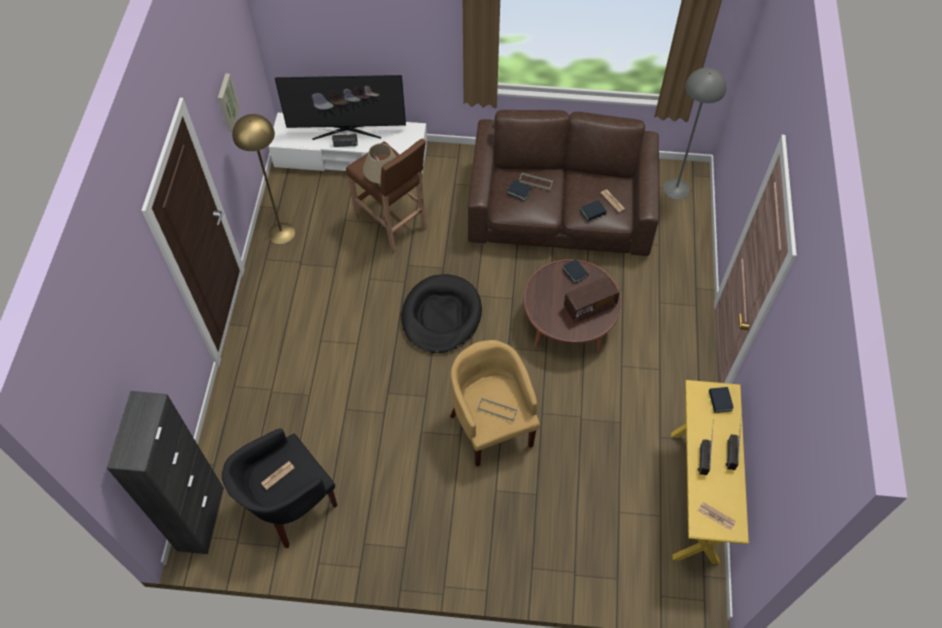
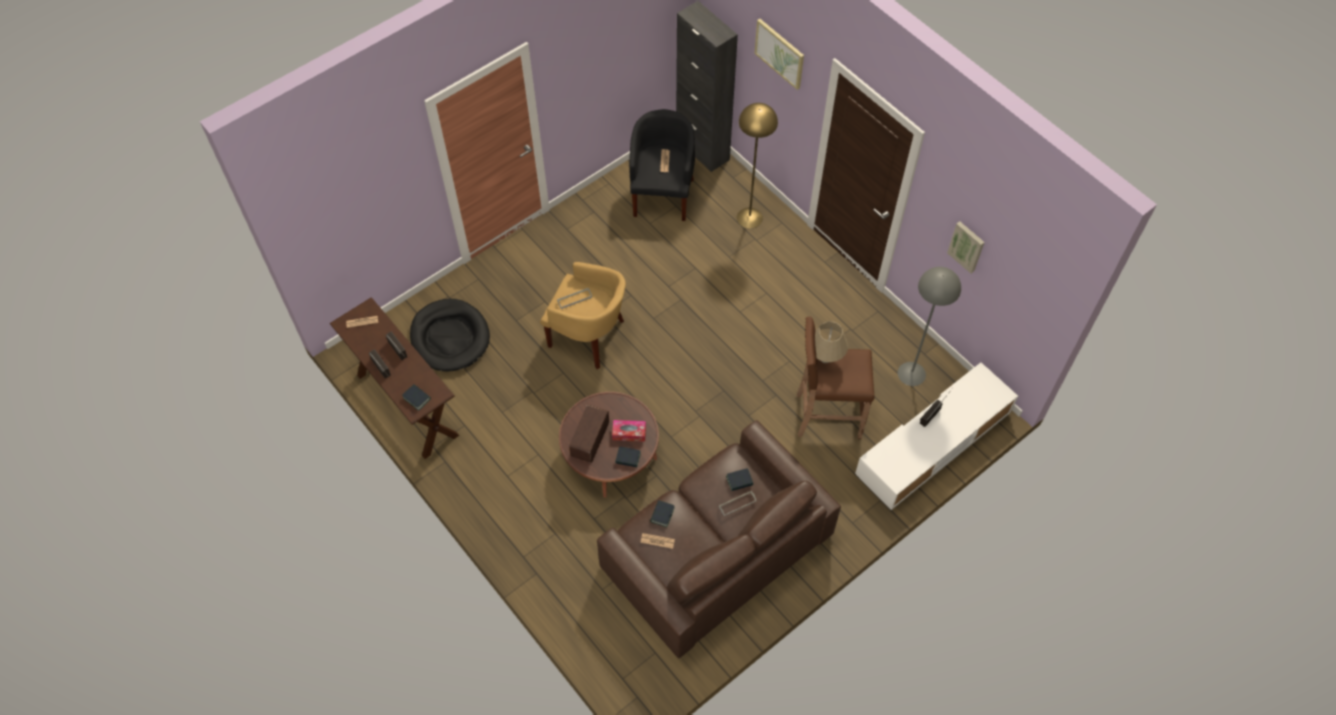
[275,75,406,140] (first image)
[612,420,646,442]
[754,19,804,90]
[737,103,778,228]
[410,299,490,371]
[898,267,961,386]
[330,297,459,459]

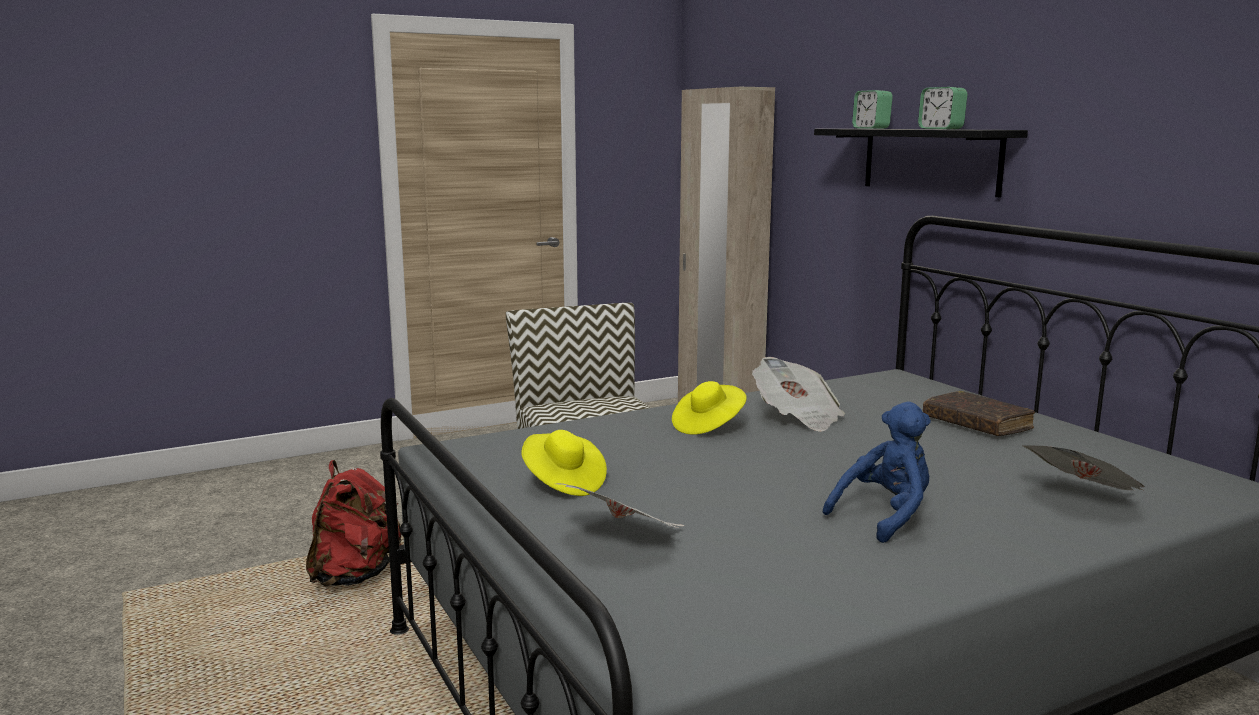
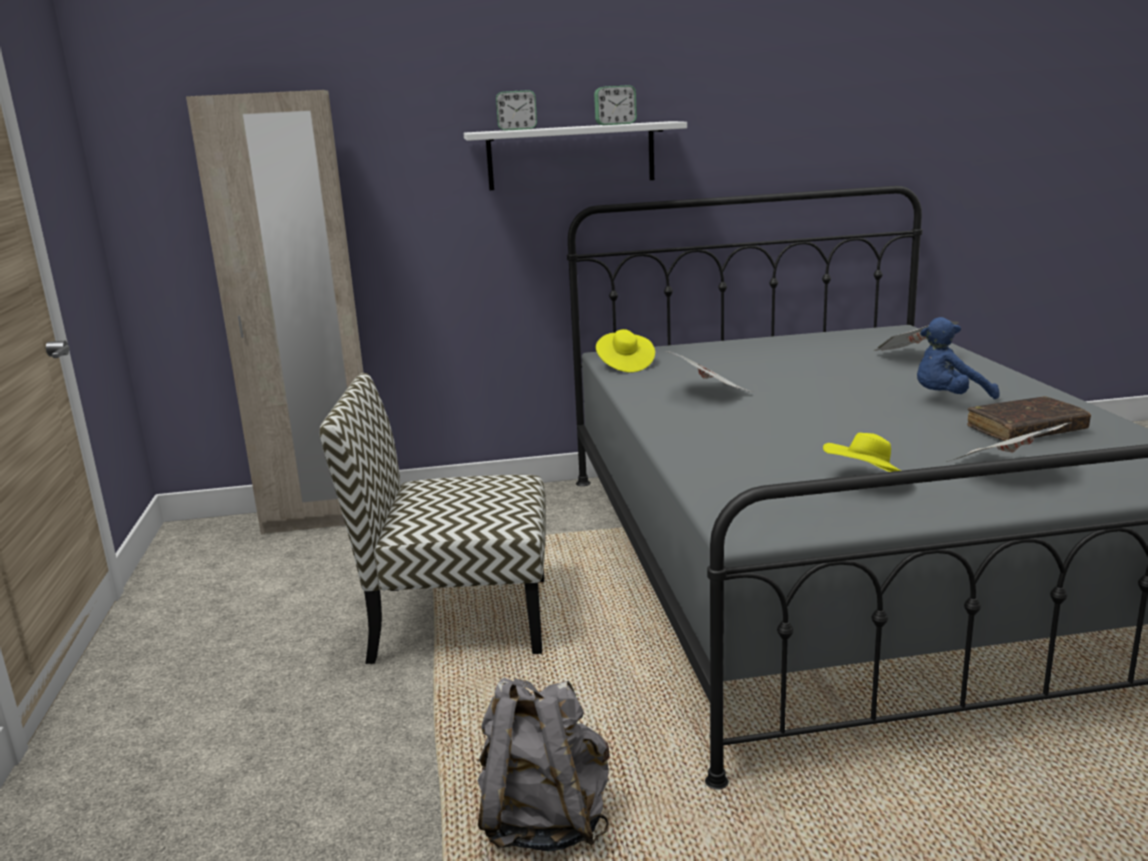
[596,329,655,373]
[967,396,1091,441]
[478,678,610,851]
[464,121,687,190]
[917,317,1000,399]

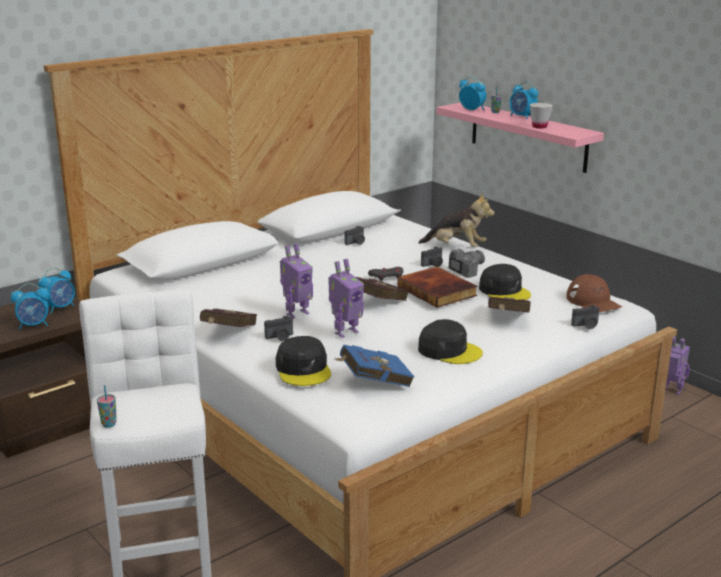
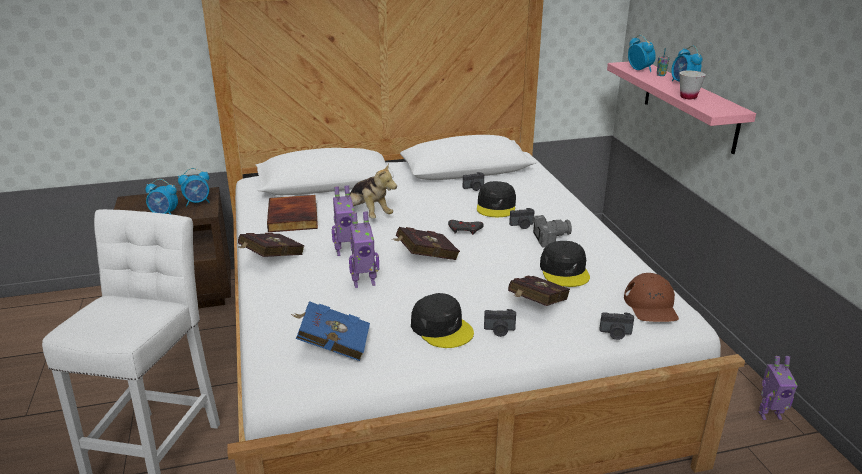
[97,385,117,428] (first image)
[484,309,516,337]
[477,181,516,217]
[267,195,318,232]
[350,163,397,219]
[759,356,798,420]

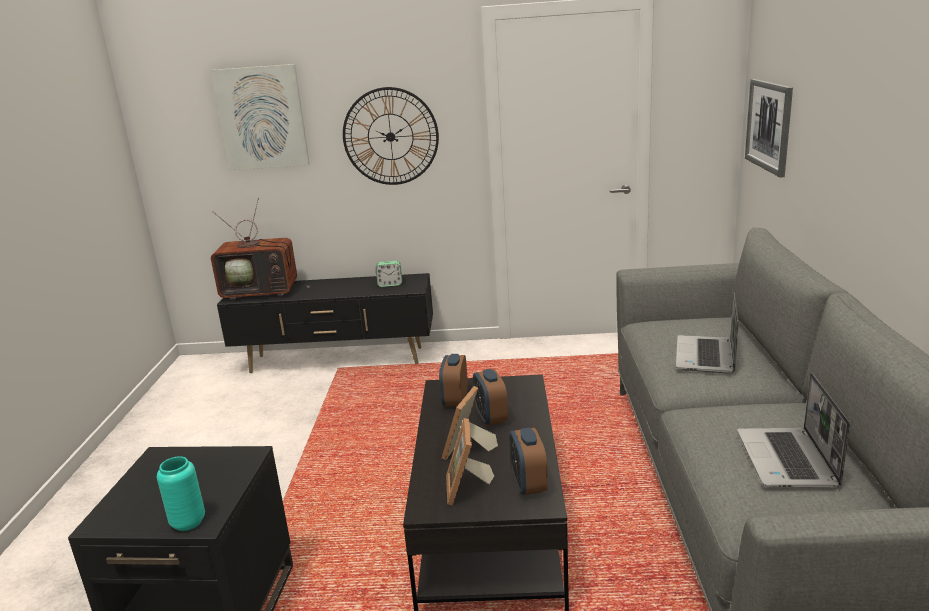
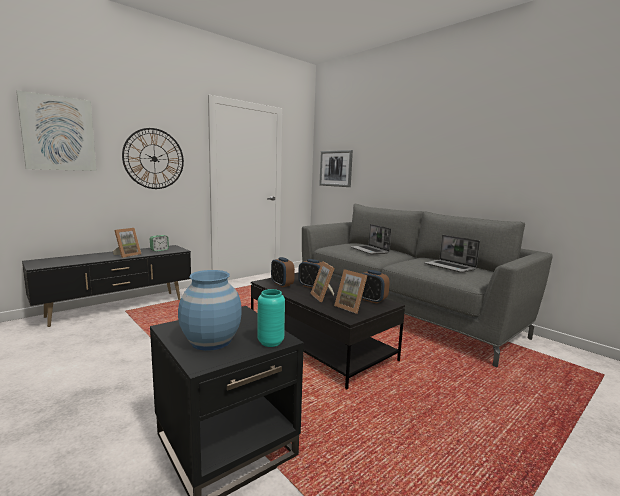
[211,198,310,300] (first image)
[113,228,141,258]
[178,270,242,351]

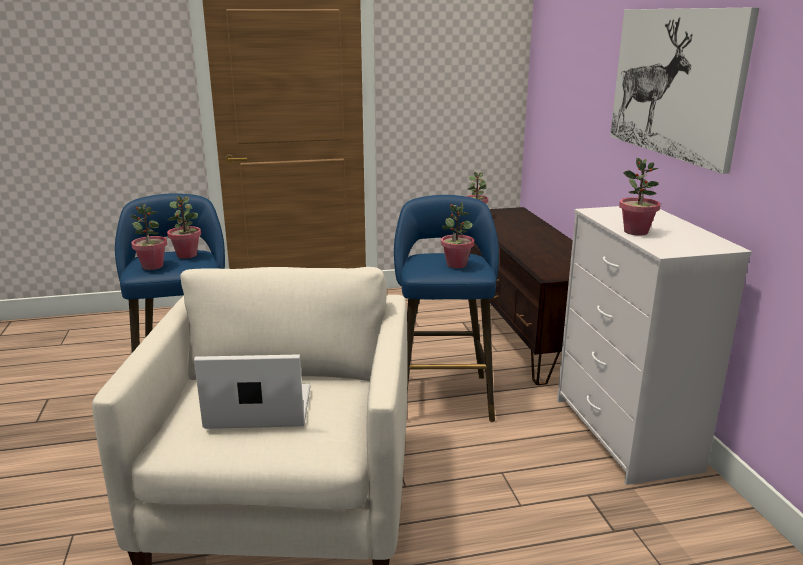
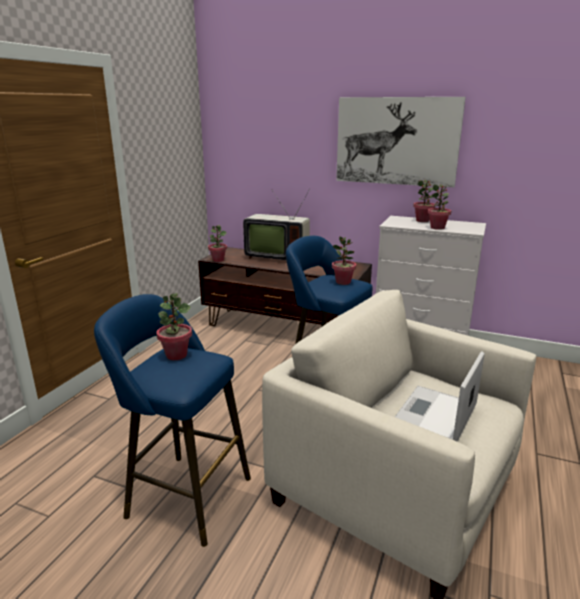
[243,189,310,260]
[413,180,435,222]

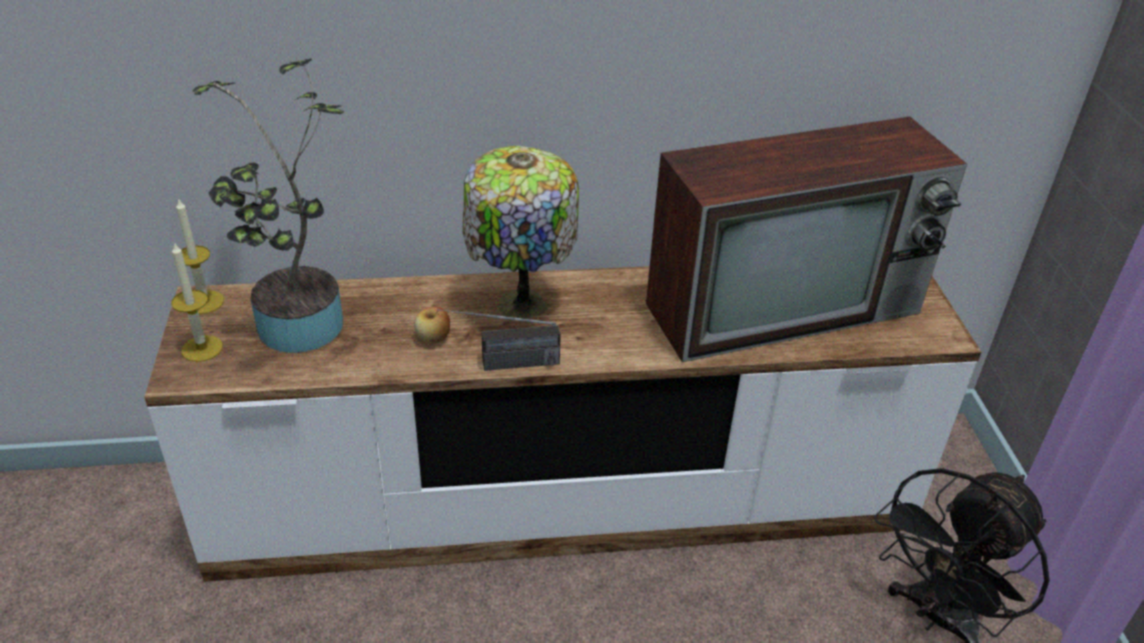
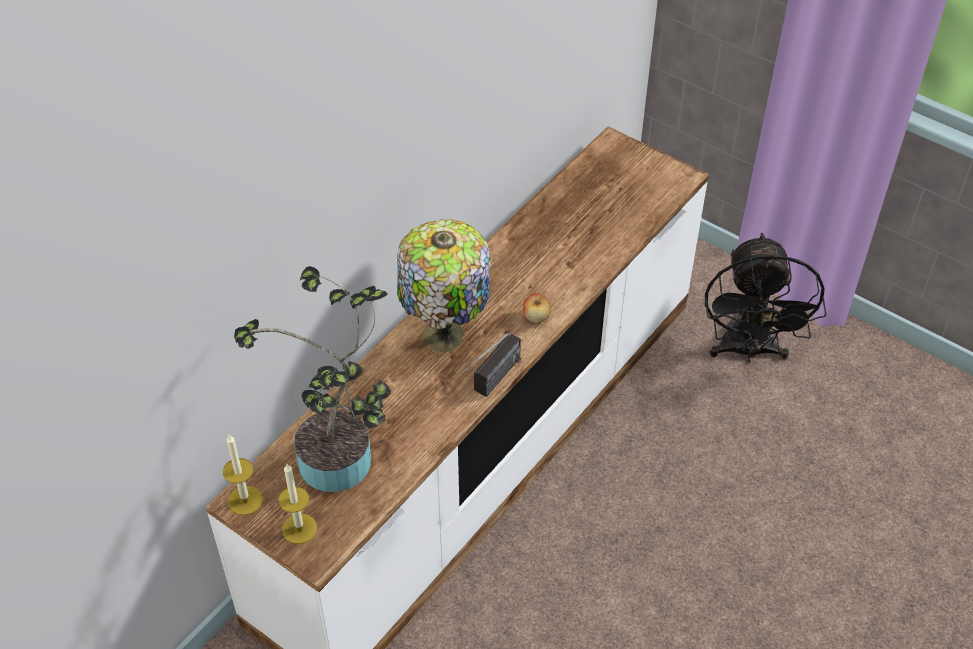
[646,117,967,362] (first image)
[523,293,551,323]

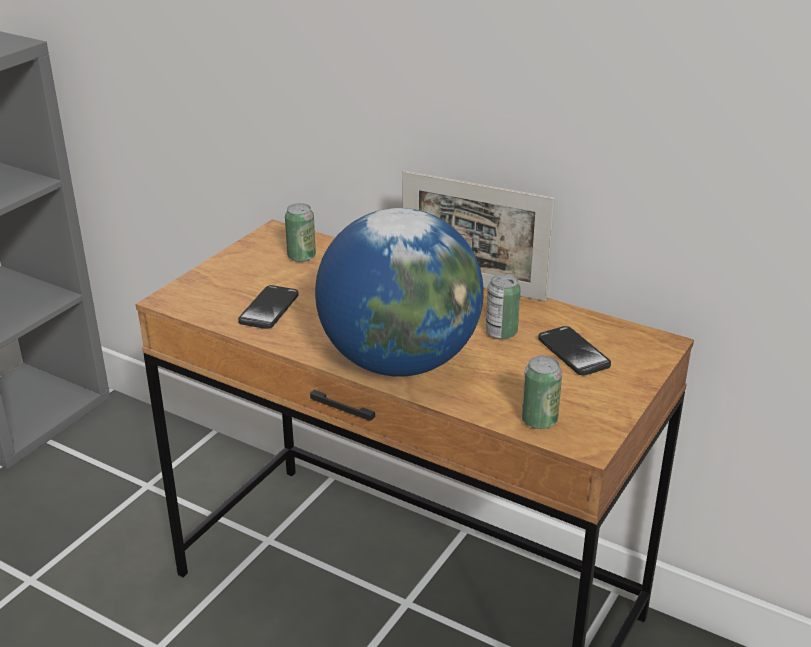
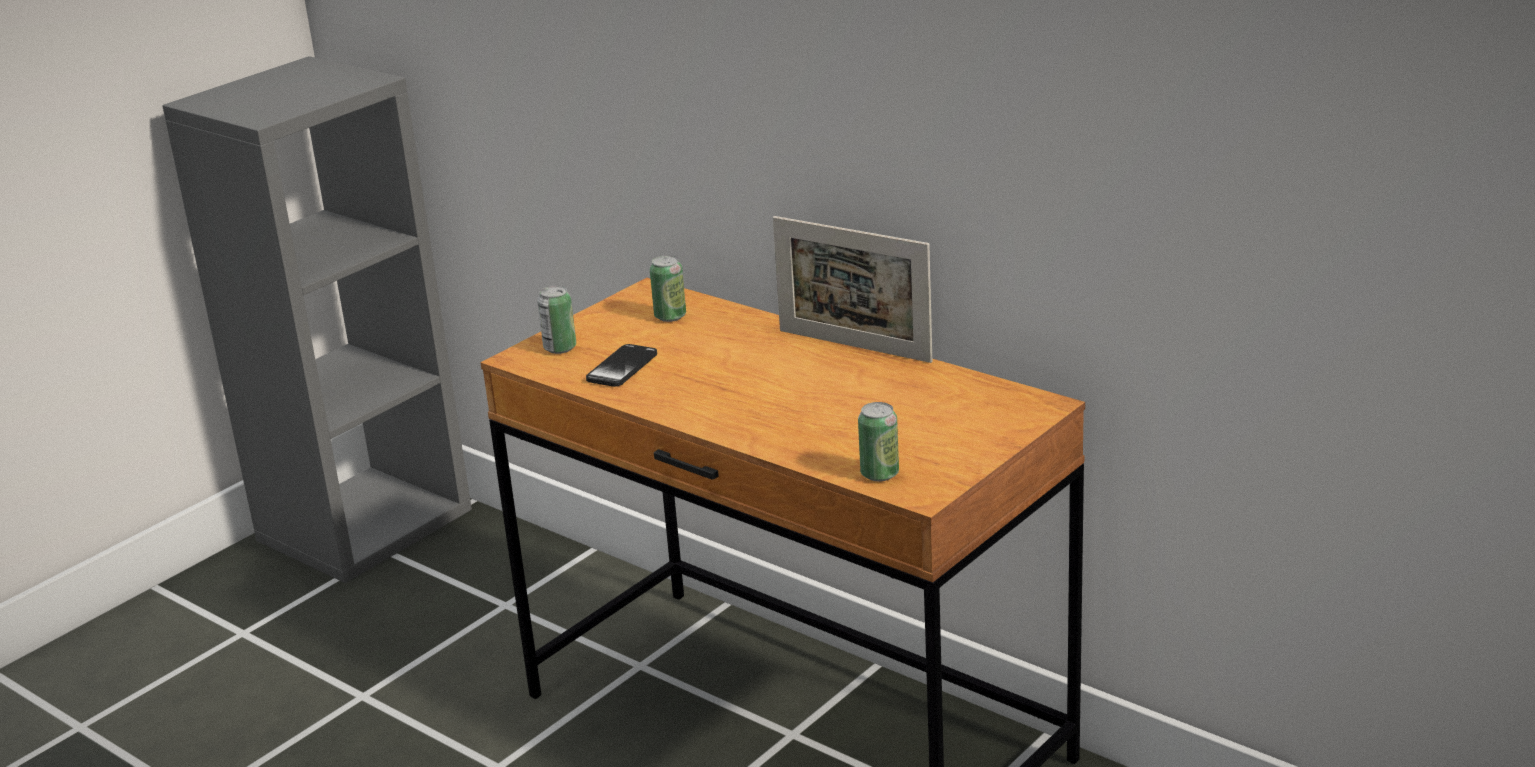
[315,208,484,377] (first image)
[538,326,611,375] (first image)
[537,285,576,354]

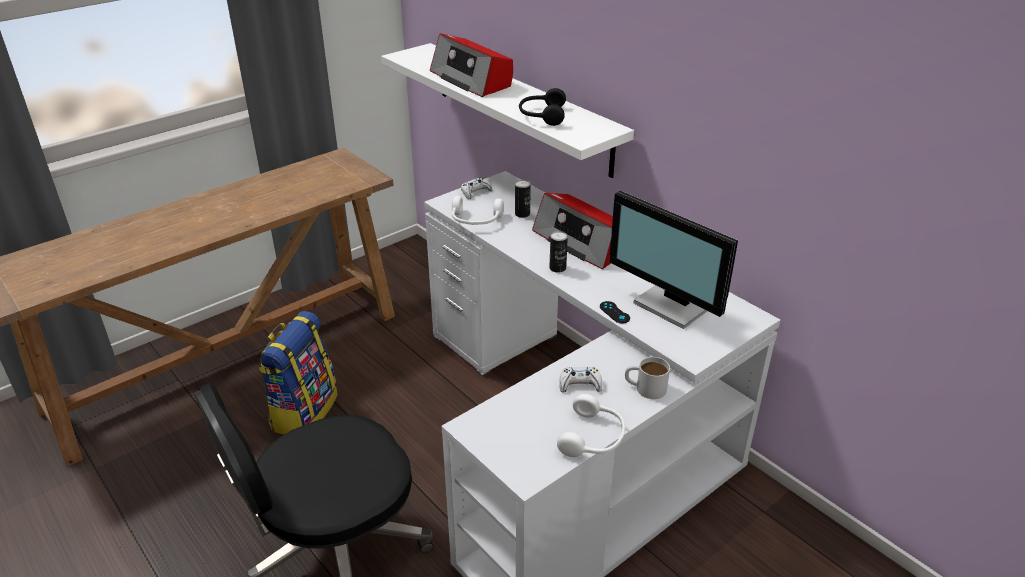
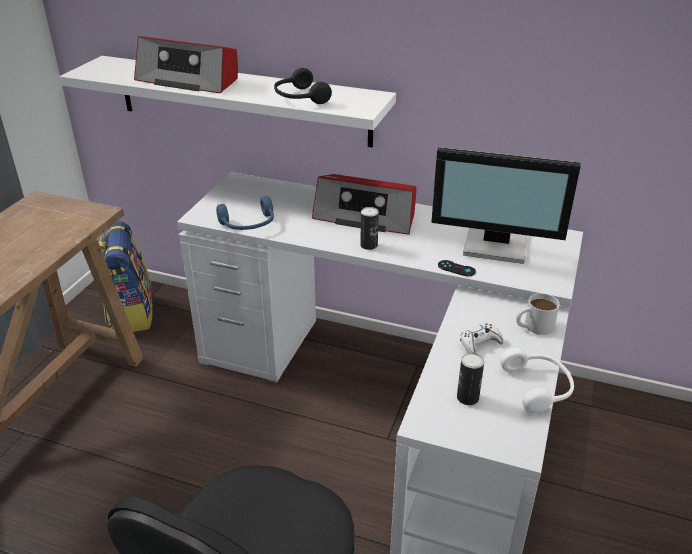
[461,178,492,199] (first image)
[99,222,153,332]
[457,353,484,405]
[216,196,274,230]

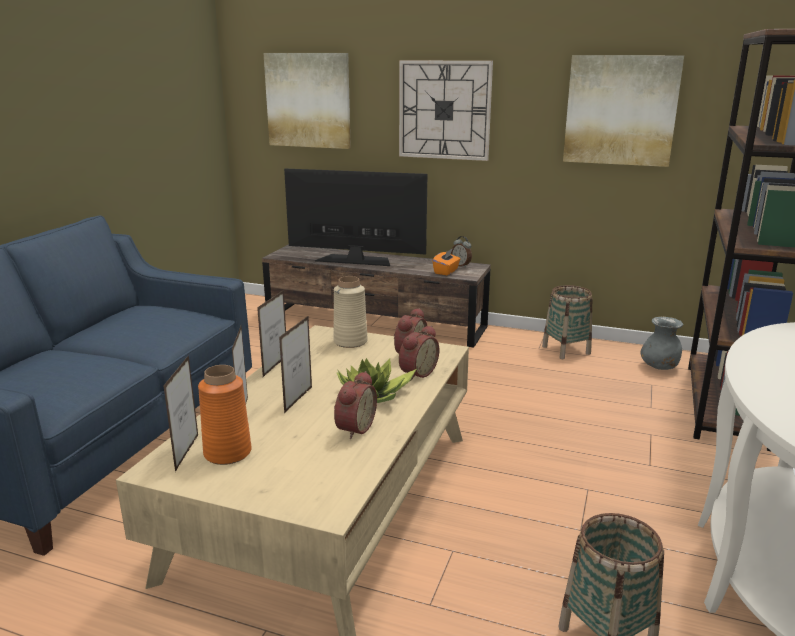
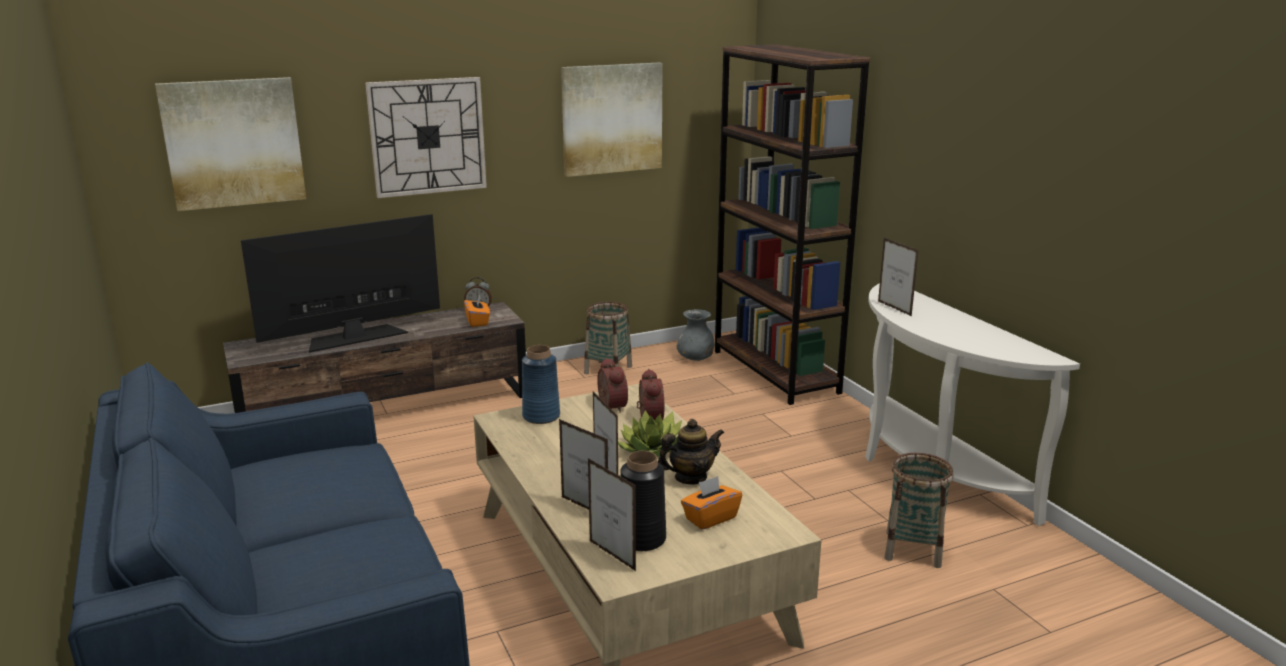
[681,476,742,530]
[878,238,919,317]
[658,419,724,485]
[621,451,666,551]
[522,345,560,424]

